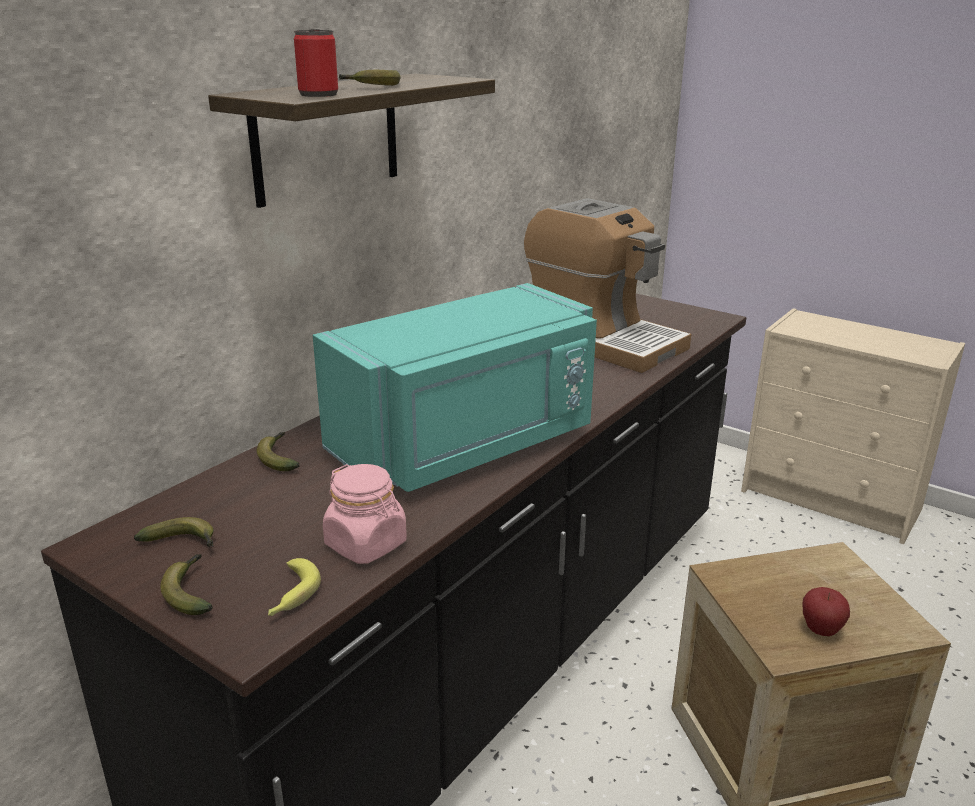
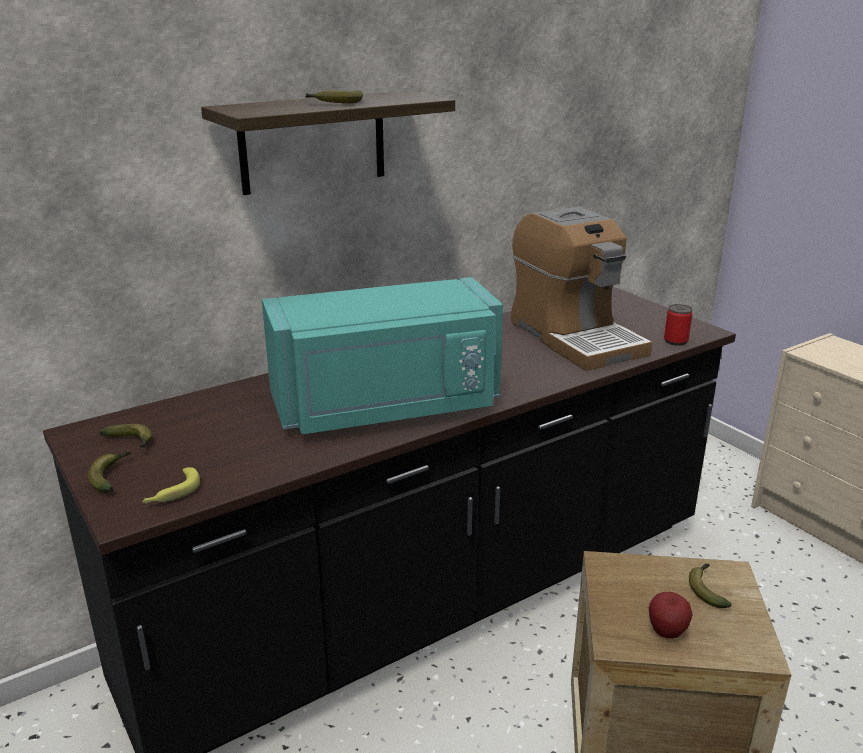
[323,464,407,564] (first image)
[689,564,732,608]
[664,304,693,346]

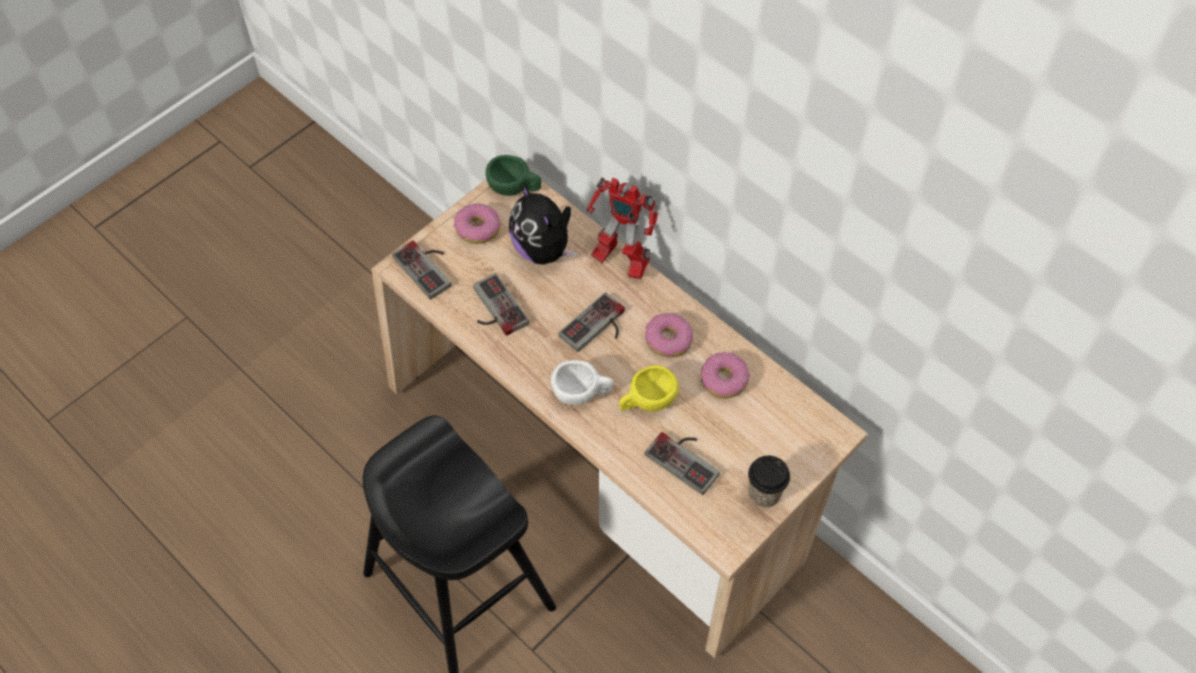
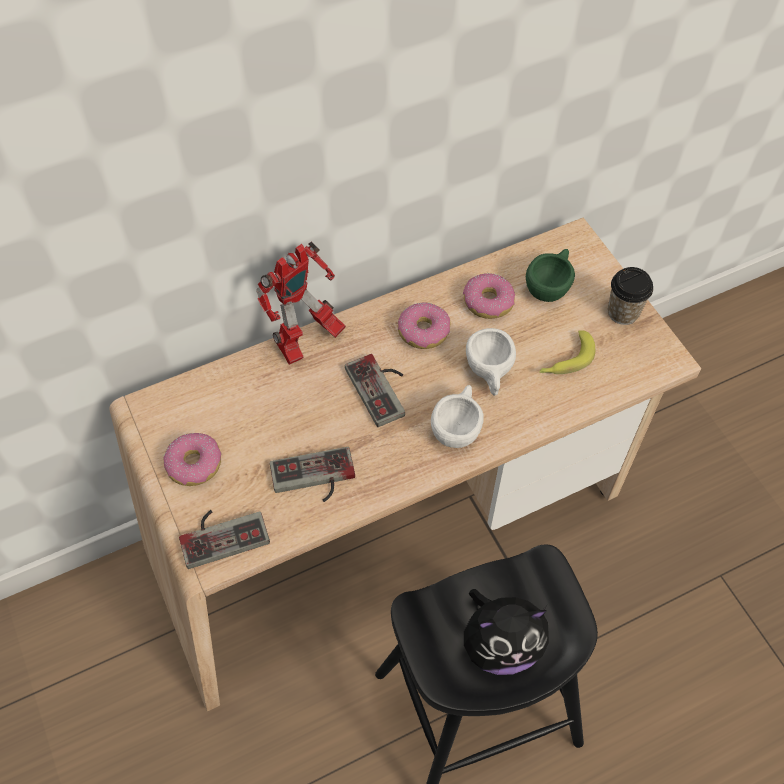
[526,249,575,302]
[464,589,549,675]
[539,330,595,374]
[466,328,516,396]

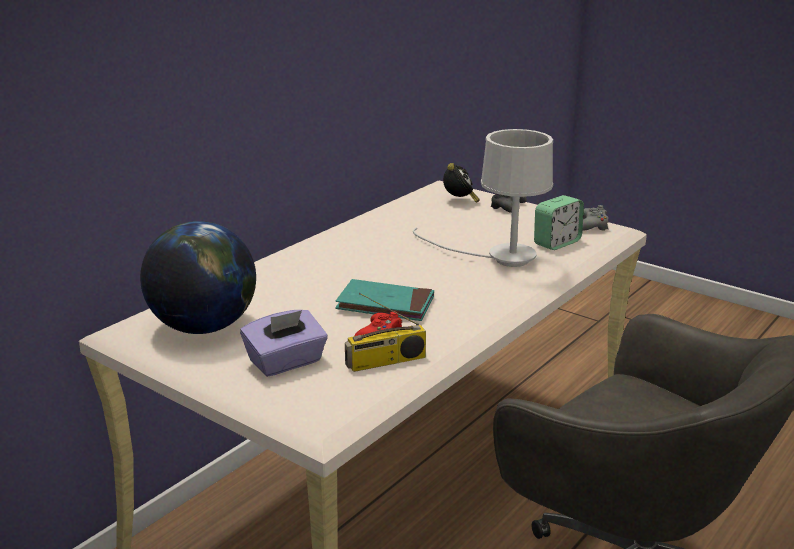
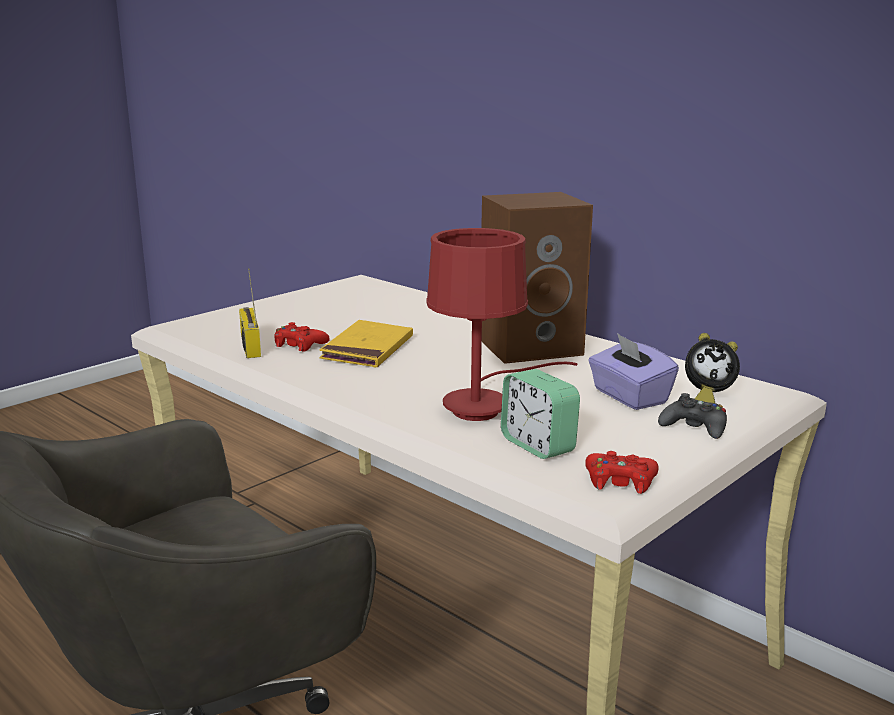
[140,221,256,334] (first image)
[481,192,593,364]
[588,333,679,410]
[320,320,413,367]
[426,228,577,421]
[585,451,659,494]

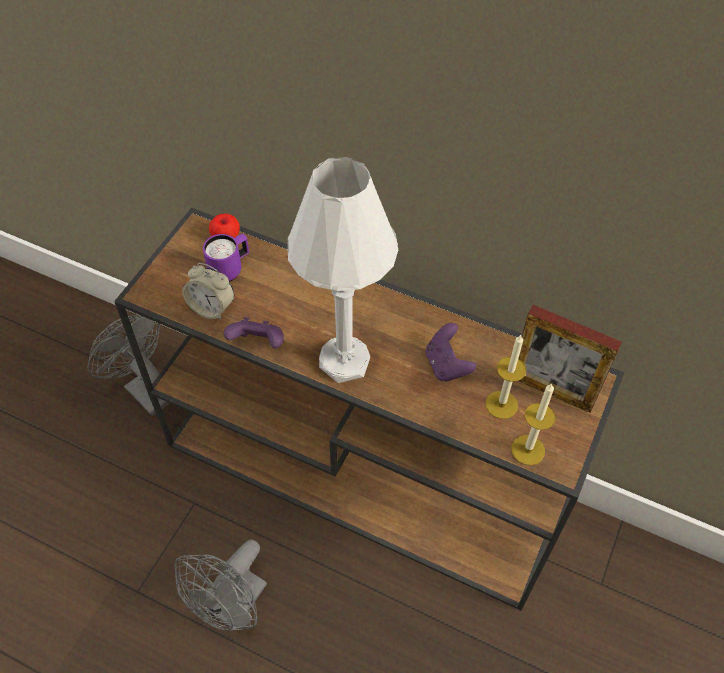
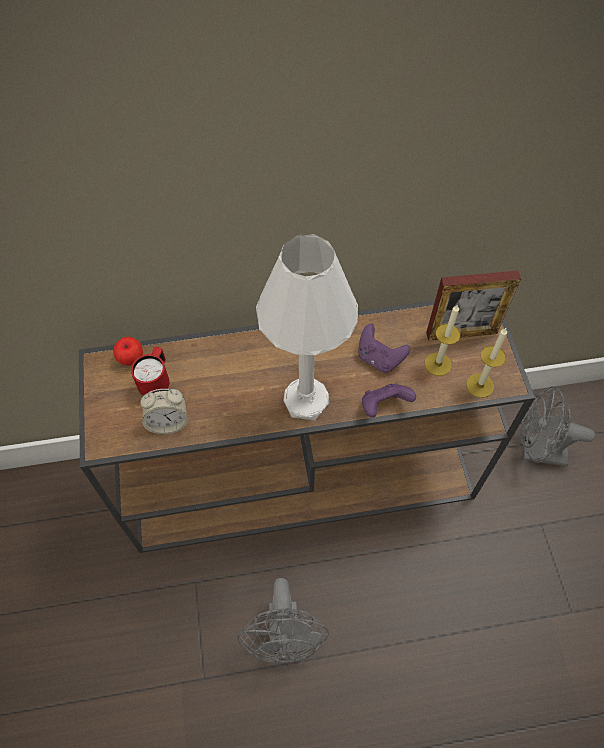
[520,386,595,467]
[362,384,416,418]
[131,347,169,396]

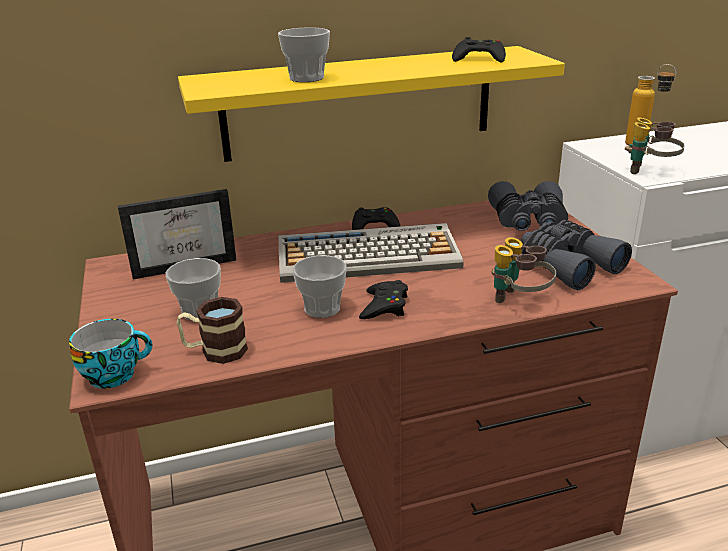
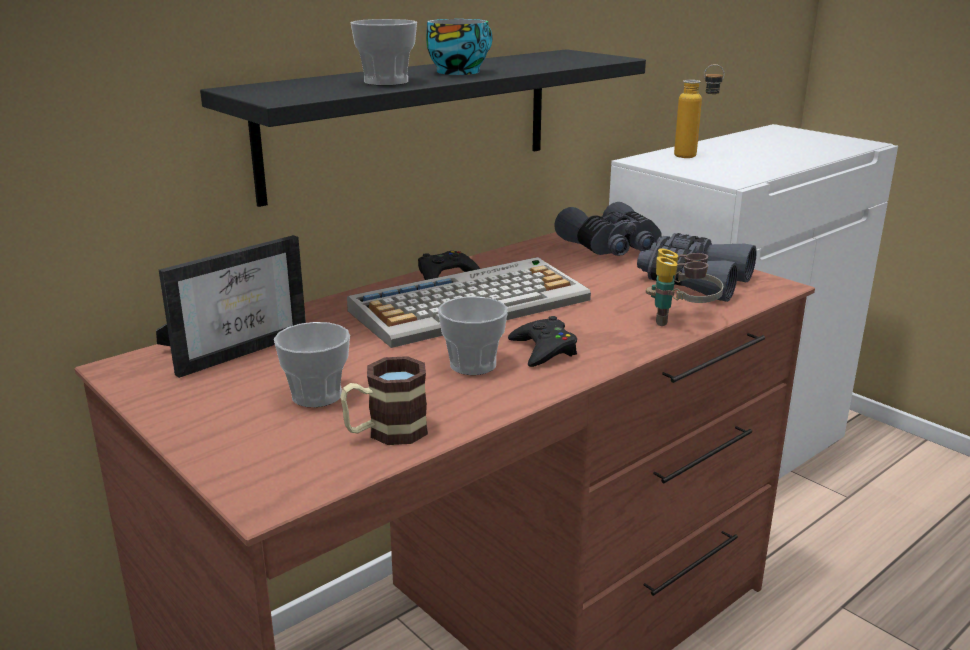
[452,37,506,63] (first image)
[625,118,685,174] (first image)
[426,19,493,75]
[200,49,646,207]

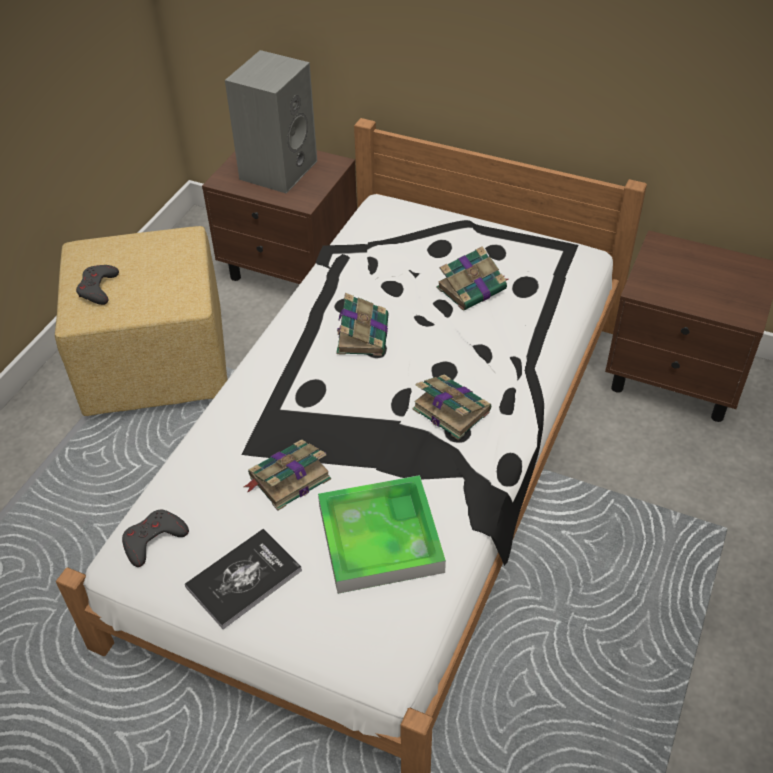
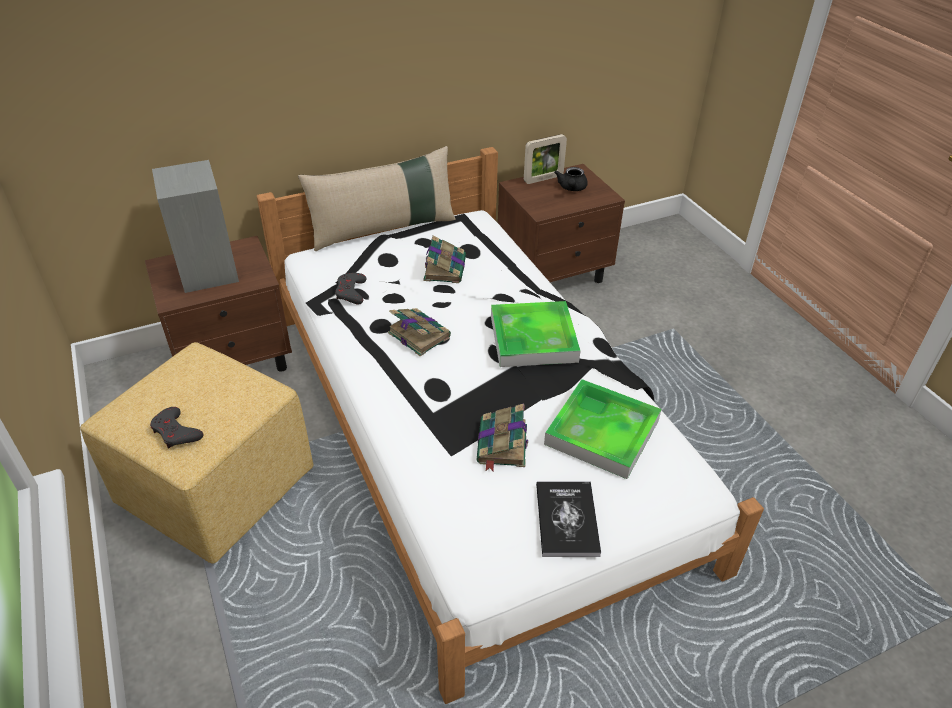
[298,146,456,251]
[524,134,567,184]
[554,167,588,191]
[335,273,367,305]
[491,301,581,367]

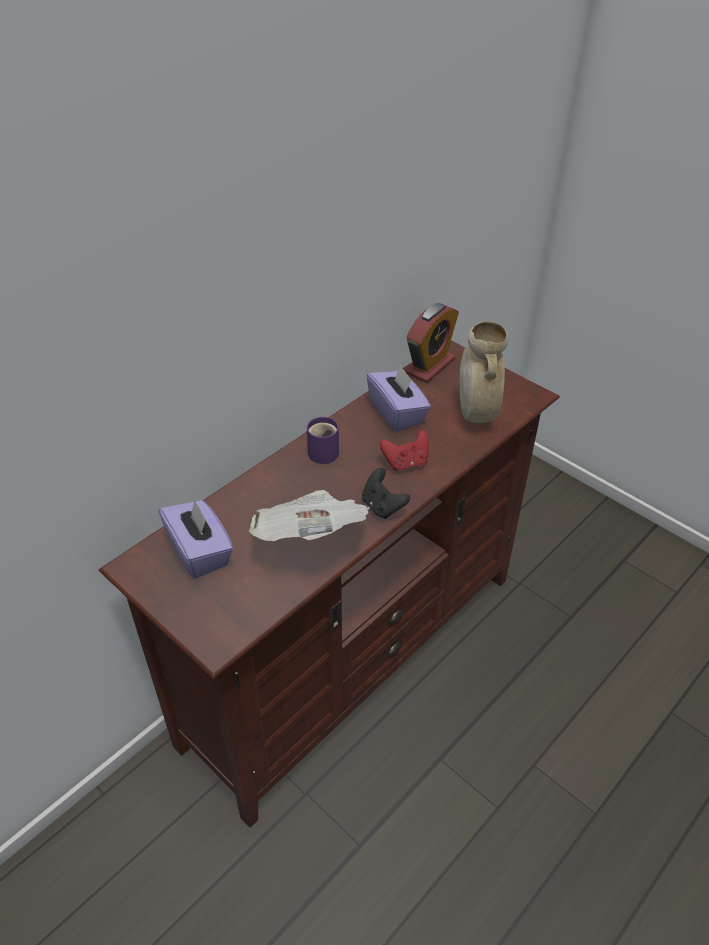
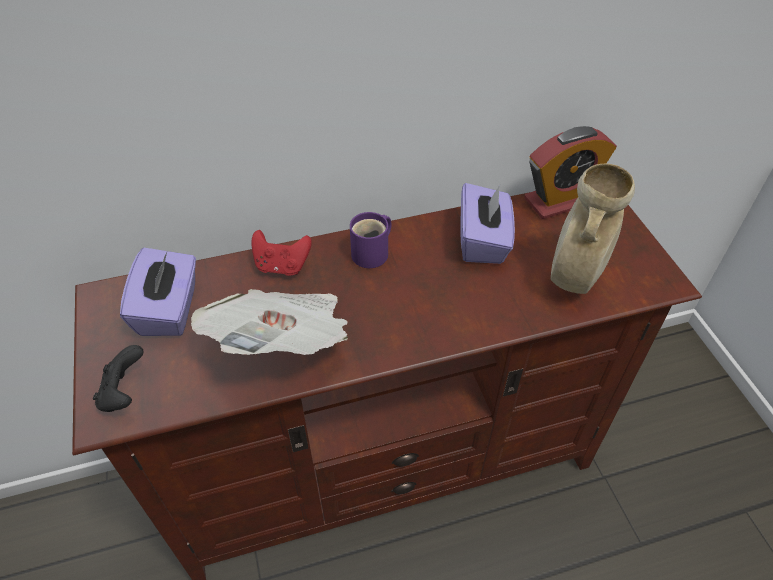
[93,345,143,412]
[251,230,312,276]

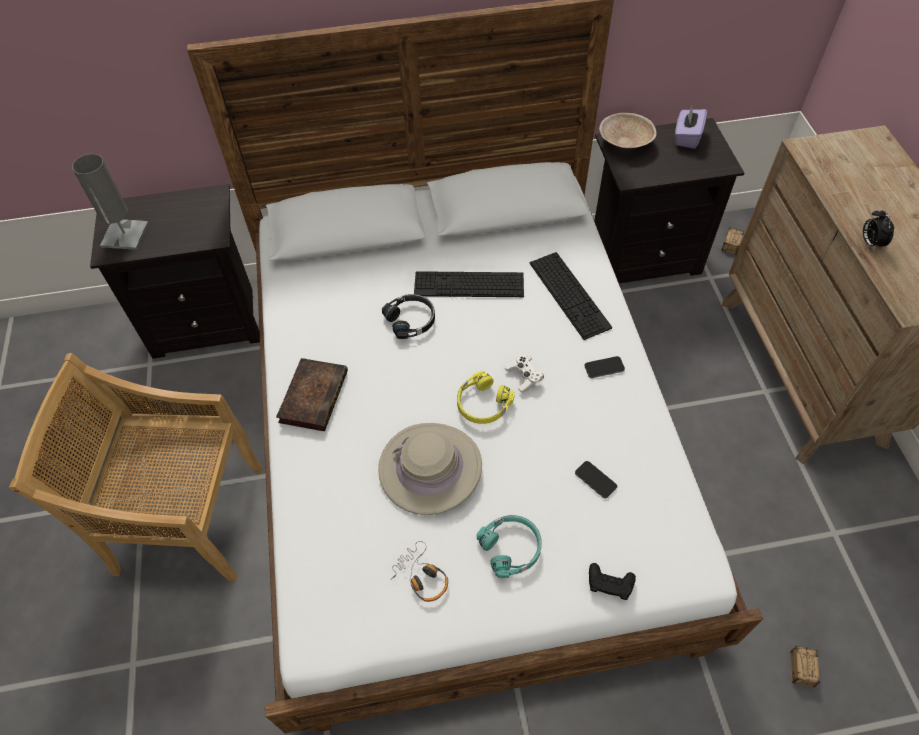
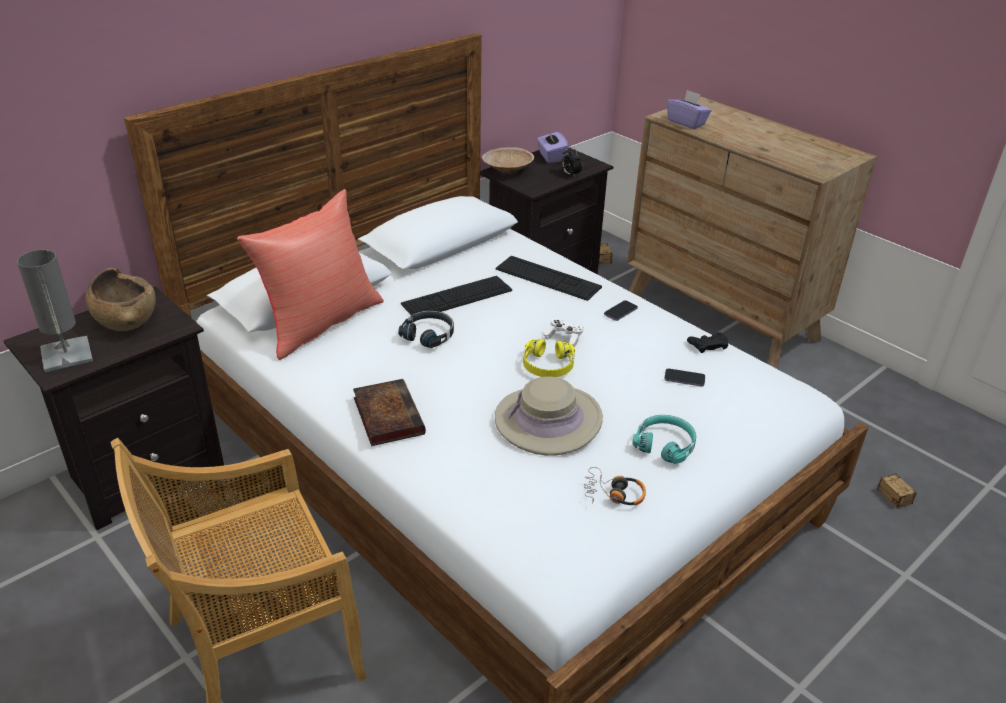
[86,268,156,331]
[237,189,384,360]
[667,90,711,129]
[687,332,728,353]
[561,147,582,177]

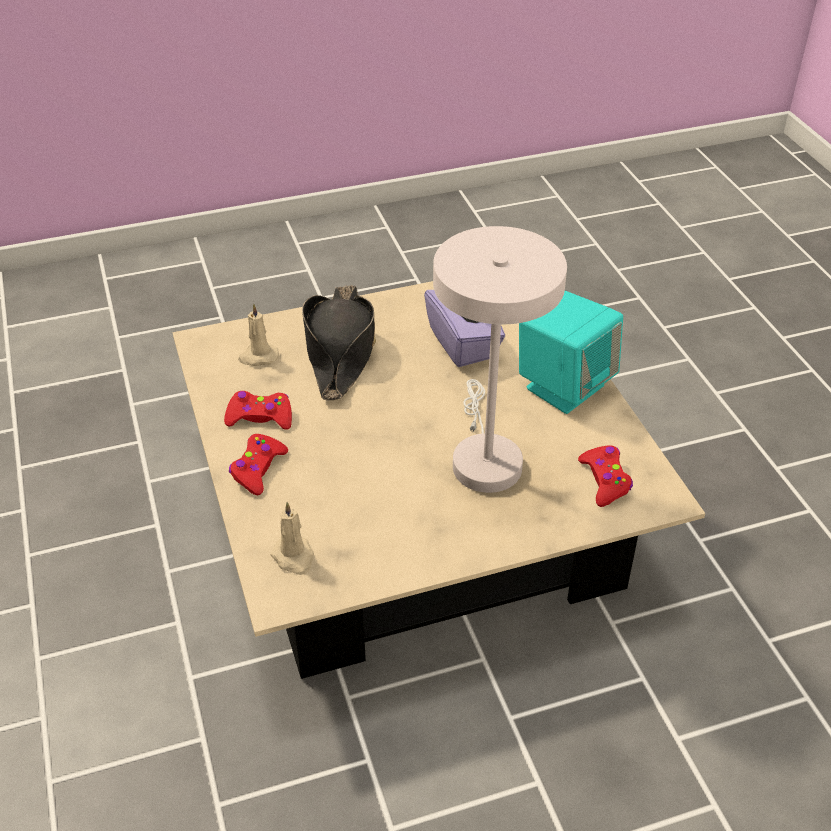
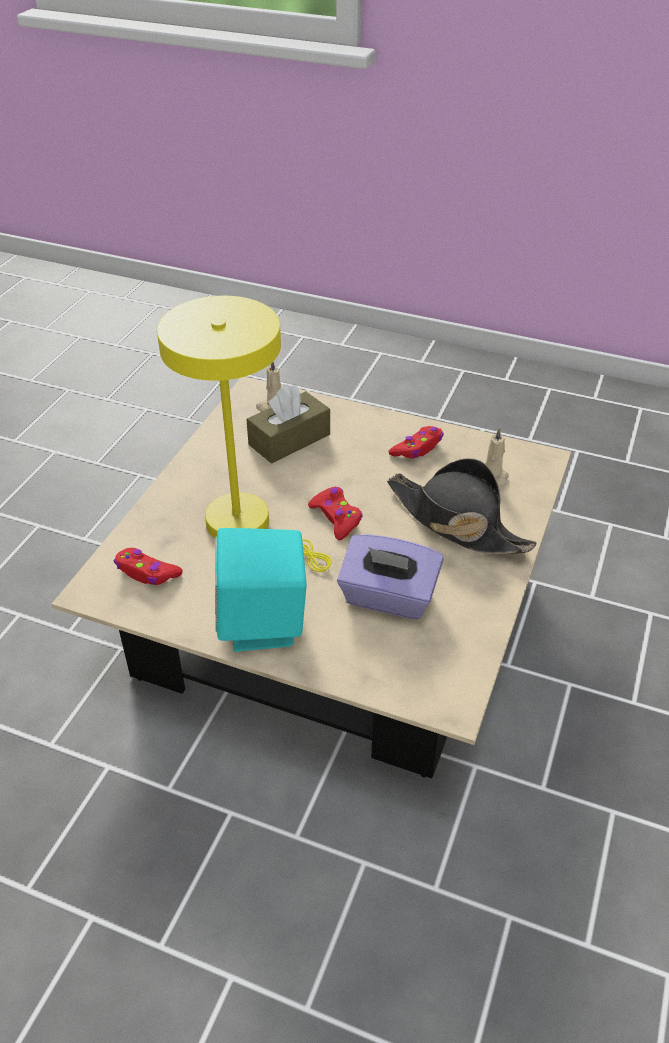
[246,384,330,463]
[308,487,363,540]
[157,296,332,572]

